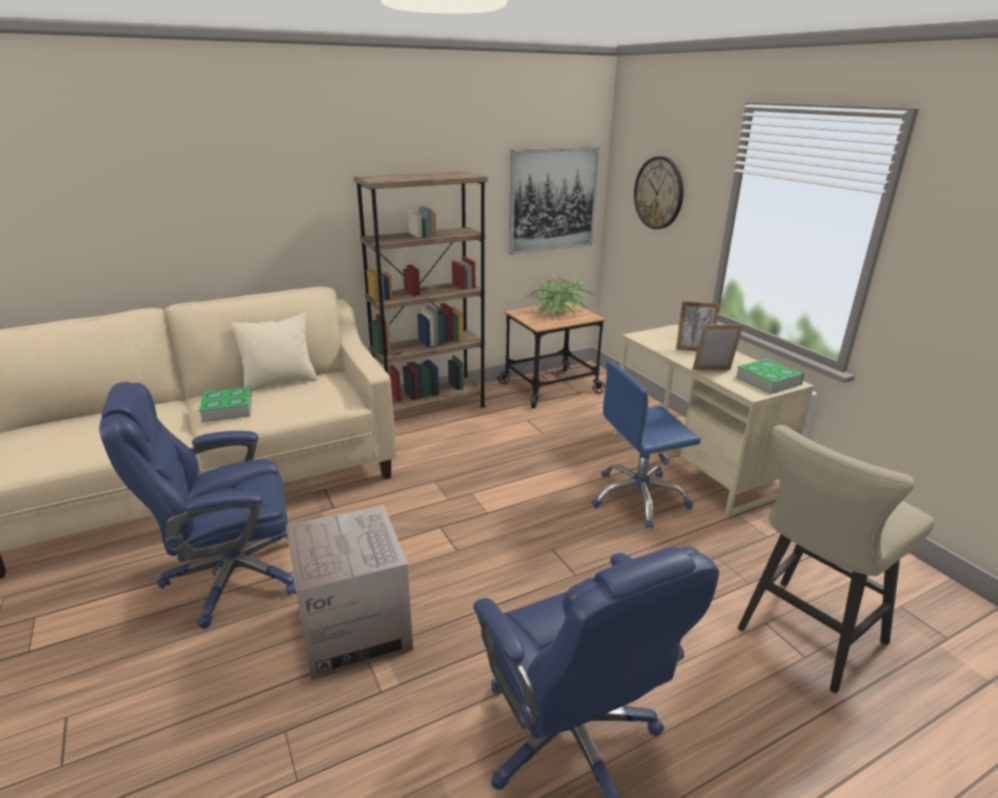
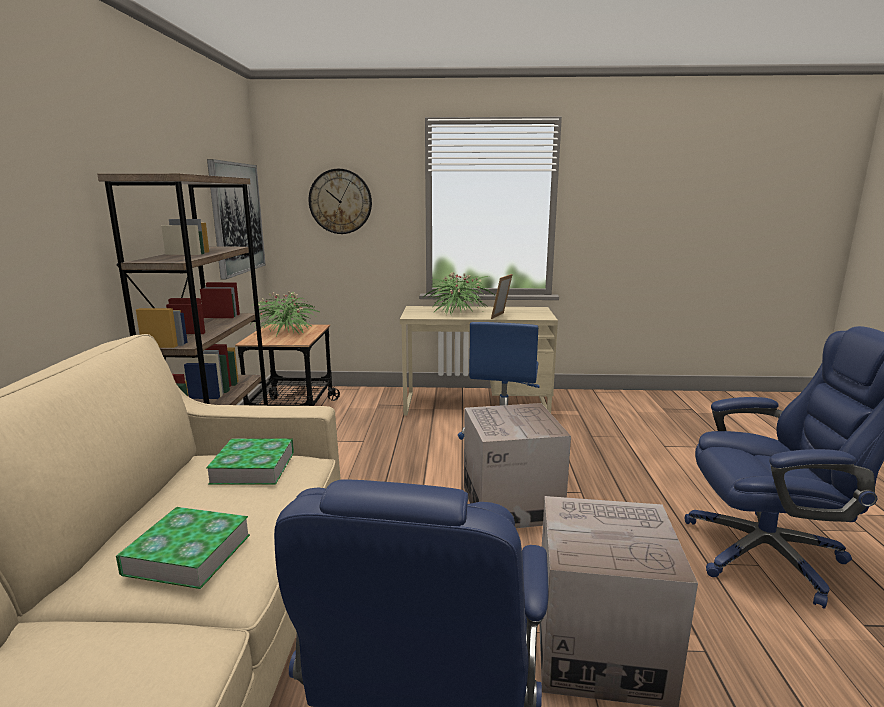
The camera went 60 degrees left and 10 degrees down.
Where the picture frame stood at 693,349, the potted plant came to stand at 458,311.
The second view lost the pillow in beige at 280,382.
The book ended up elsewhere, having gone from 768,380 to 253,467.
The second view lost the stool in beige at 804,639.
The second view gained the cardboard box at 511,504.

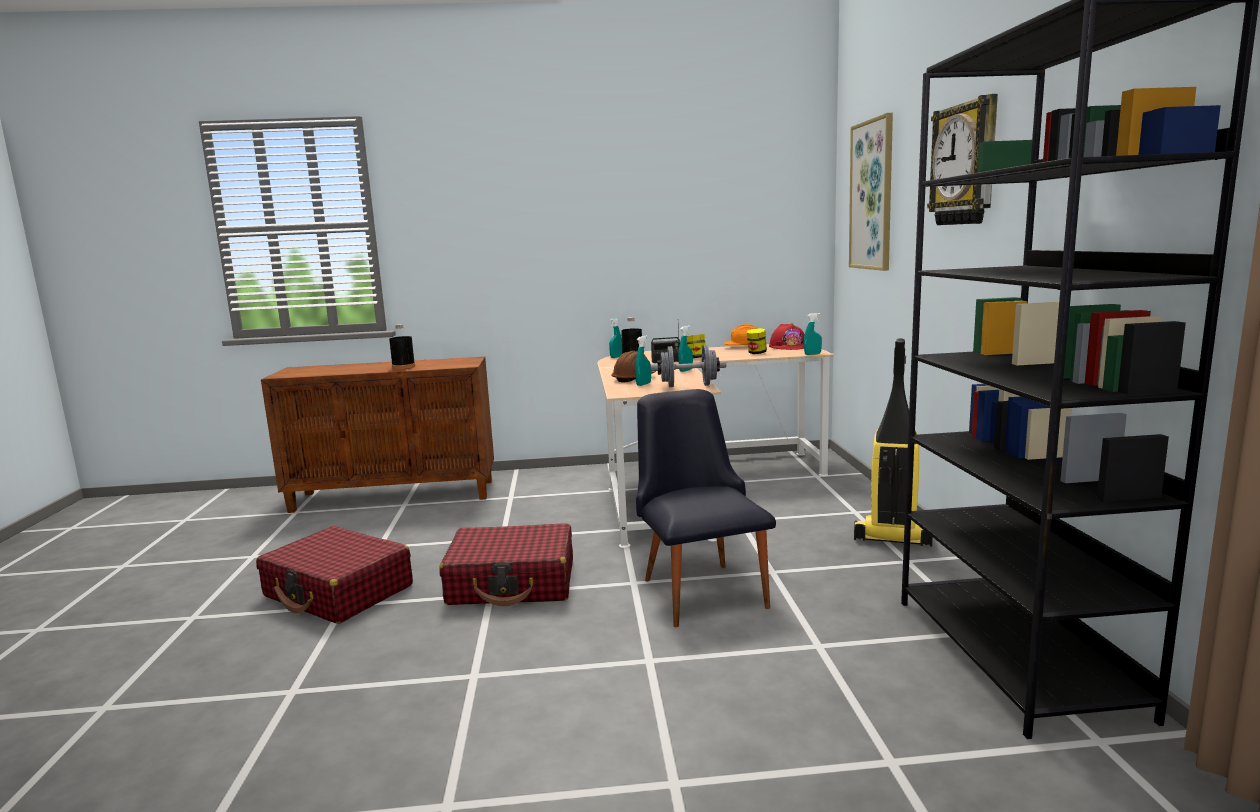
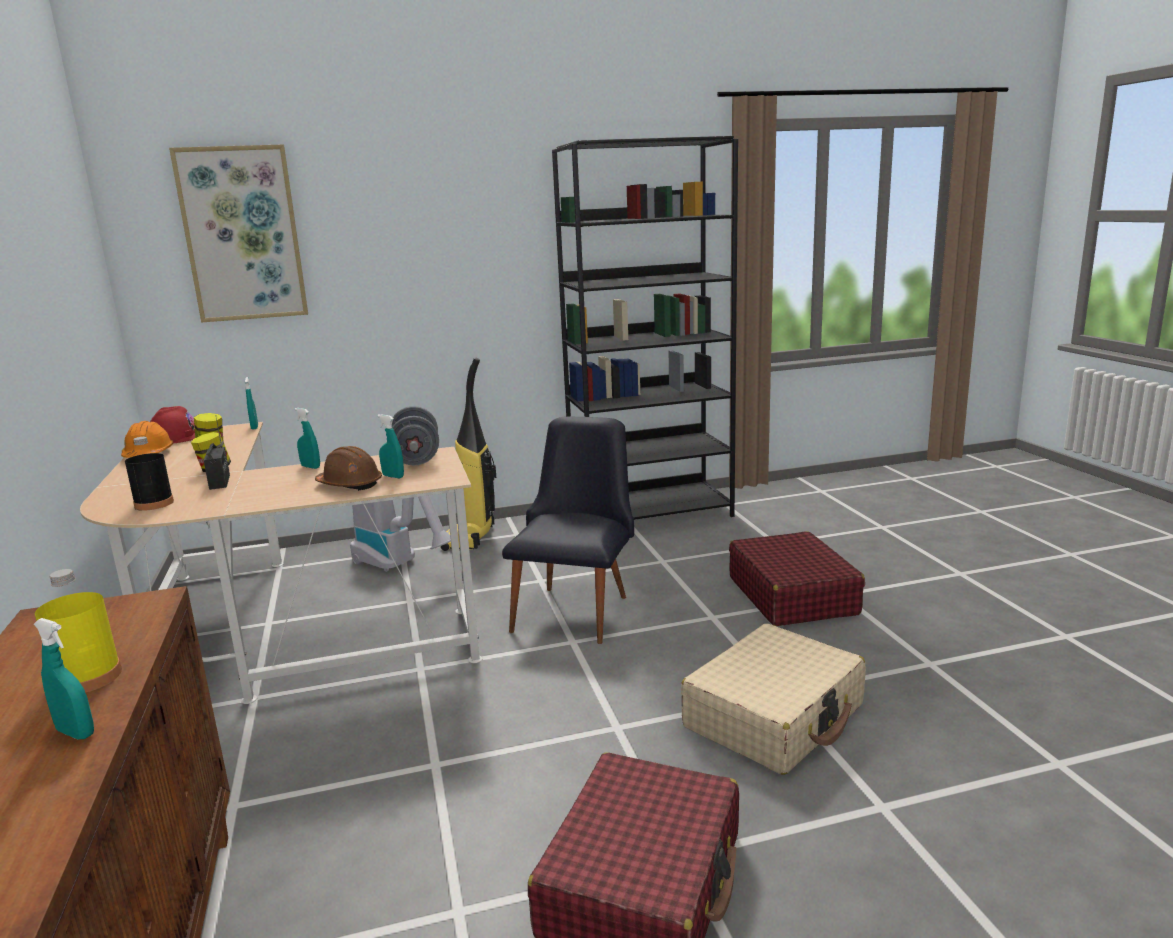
The camera went 100 degrees left and 5 degrees up.
The second view lost the wall clock at 966,164.
The spray bottle in turquoise ended up elsewhere, having gone from 616,357 to 76,733.
What was the bottle in black at 403,367 turned into the bottle in yellow at 88,677.
The chair in black at 700,587 ended up facing another way, 135 degrees clockwise from before.
The suitcase in red ended up elsewhere, having gone from 512,583 to 792,595.
The second view gained the vacuum cleaner at 400,566.
The second view gained the suitcase in beige at 774,716.

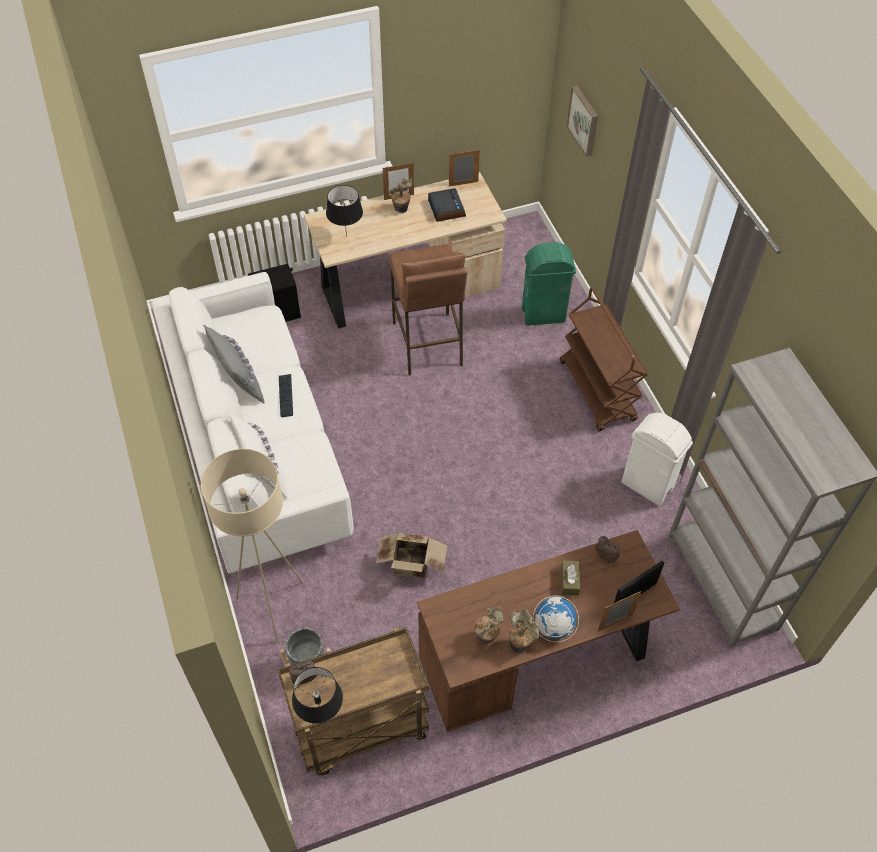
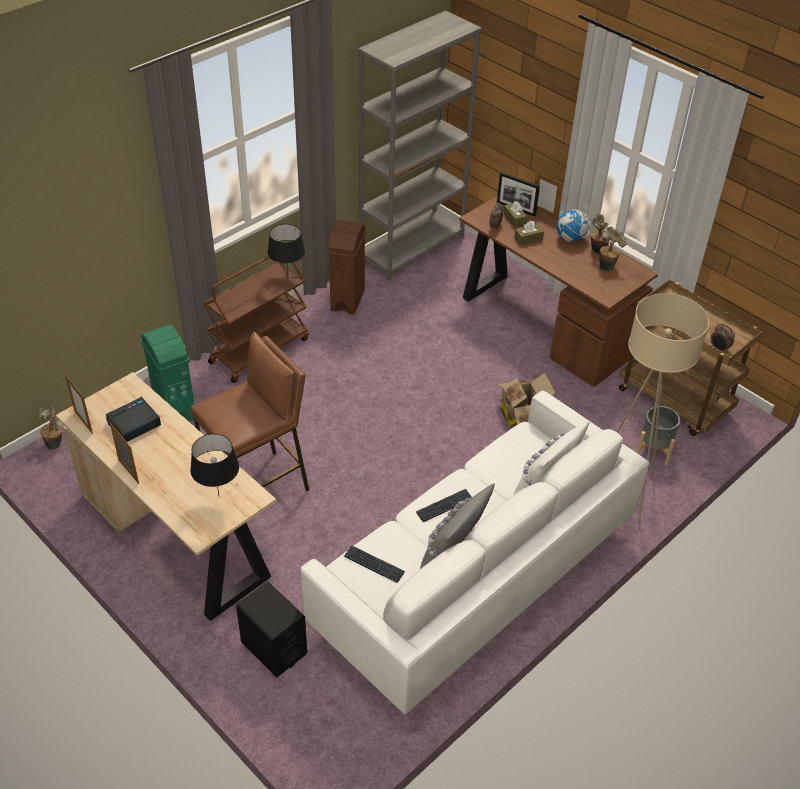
The camera went 115 degrees left and 10 degrees down.
The second view lost the picture at 584,120.
The potted plant ended up elsewhere, having gone from 401,210 to 55,443.
What was the trash can in white at 647,486 turned into the trash can in brown at 348,300.
The table lamp in black ended up elsewhere, having gone from 321,714 to 287,278.
The second view gained the tissue box in brown at 514,219.
The second view gained the keyboard at 373,565.

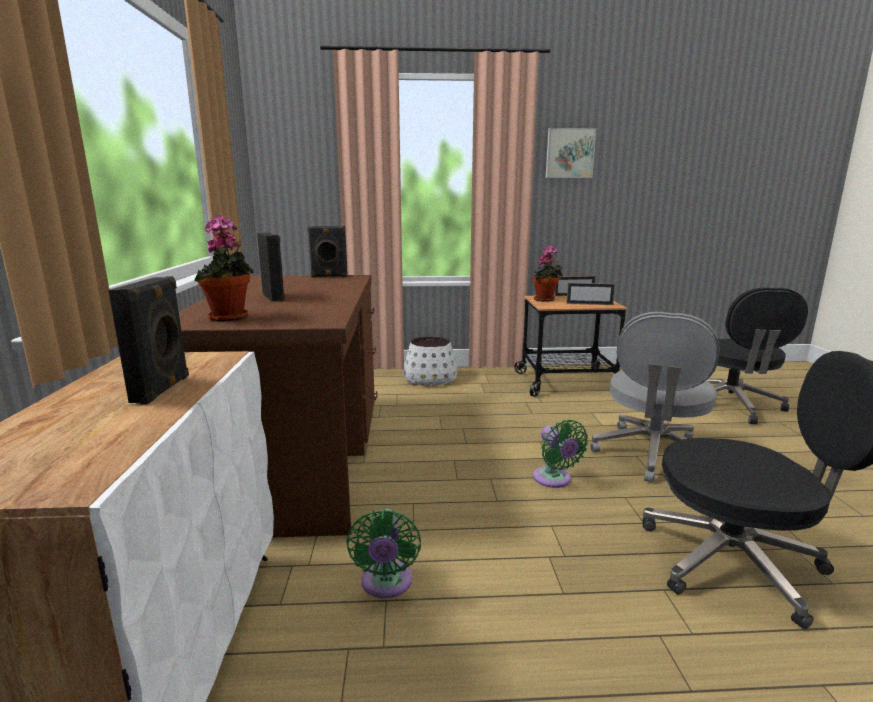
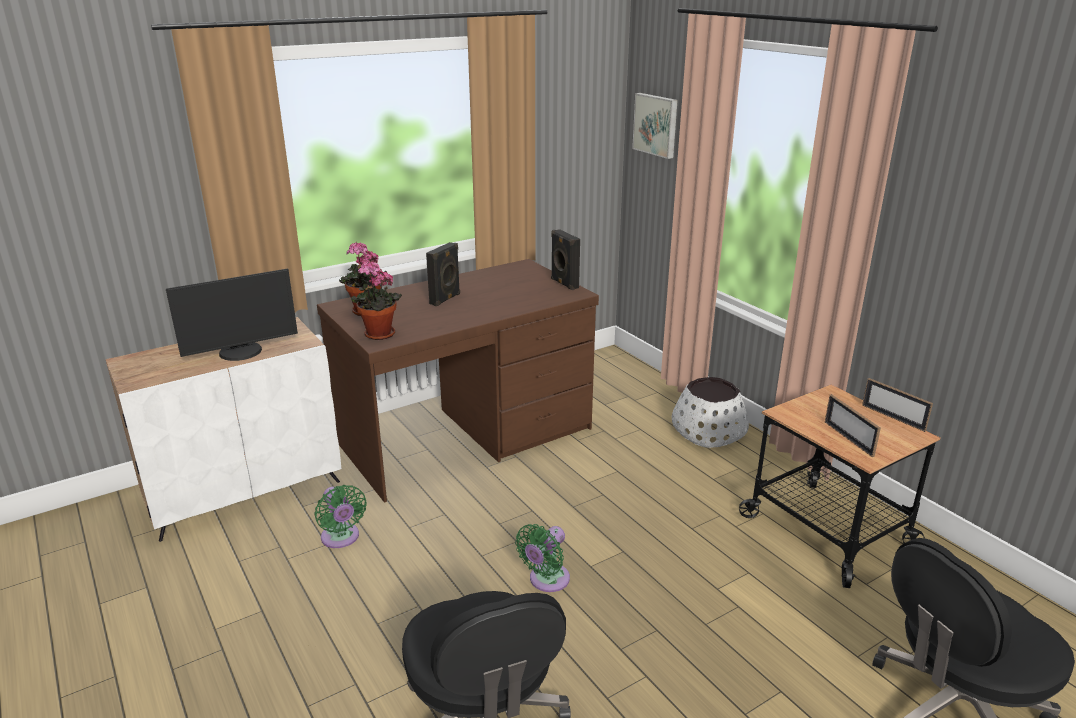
The camera went 60 degrees right and 10 degrees up.
The picture ended up elsewhere, having gone from 569,153 to 656,125.
The potted plant ended up elsewhere, having gone from 545,300 to 378,335.
Where the speaker in black stood at 163,389, the monitor came to stand at 241,352.
The second view lost the office chair in grey at 652,454.
The fan in green at 386,584 ended up facing another way, 90 degrees counterclockwise from before.

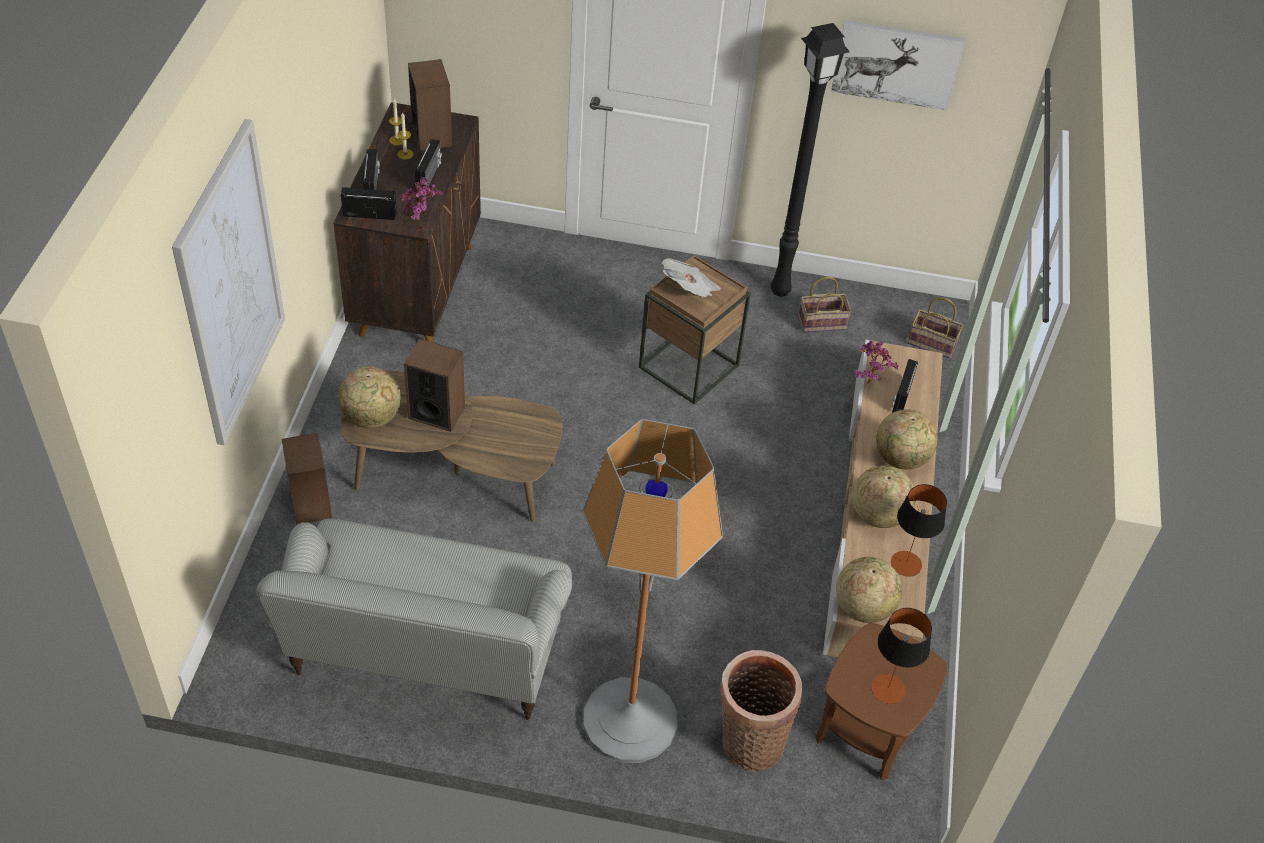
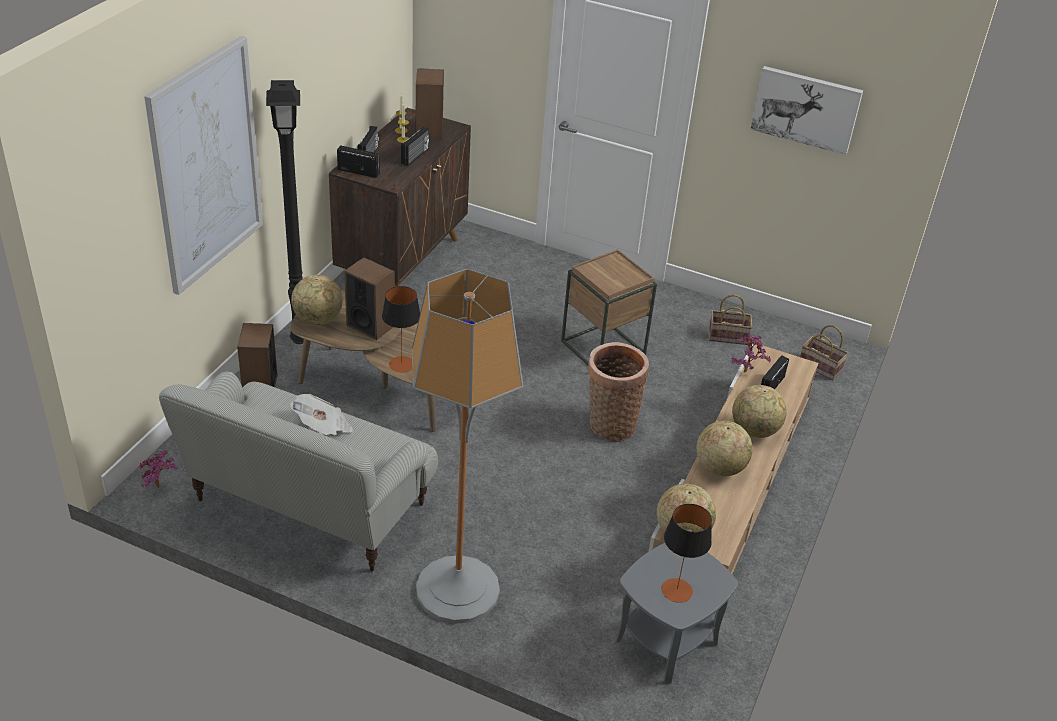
The camera went 15 degrees right and 10 degrees down.
The floor lamp in black ended up elsewhere, having gone from 778,290 to 298,338.
The potted plant ended up elsewhere, having gone from 421,220 to 160,488.
The newspaper ended up elsewhere, having gone from 690,290 to 323,427.
The table lamp ended up elsewhere, having gone from 906,564 to 401,364.
What was the side table in brown at 868,730 turned into the side table in grey at 666,641.
The basket ended up elsewhere, having gone from 748,742 to 609,424.

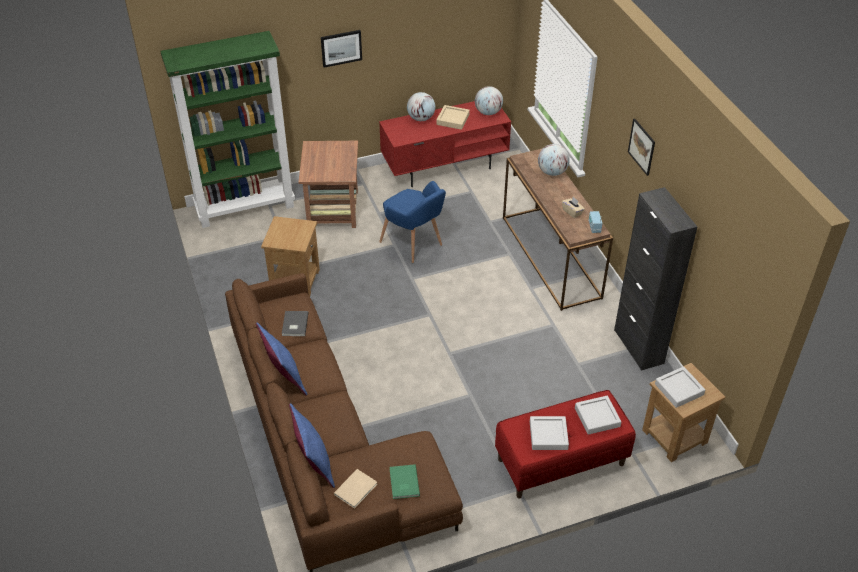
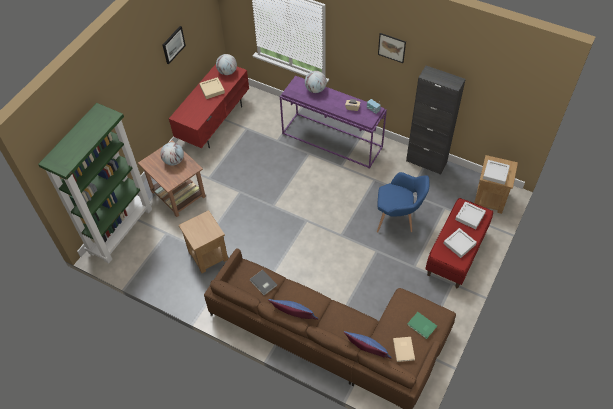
The camera went 40 degrees left and 10 degrees up.
The picture ended up elsewhere, having gone from 341,48 to 173,44.
The globe ended up elsewhere, having gone from 421,118 to 174,161.
What was the console table in brown at 552,257 turned into the console table in purple at 333,140.
The armchair in blue ended up elsewhere, having gone from 414,245 to 398,219.

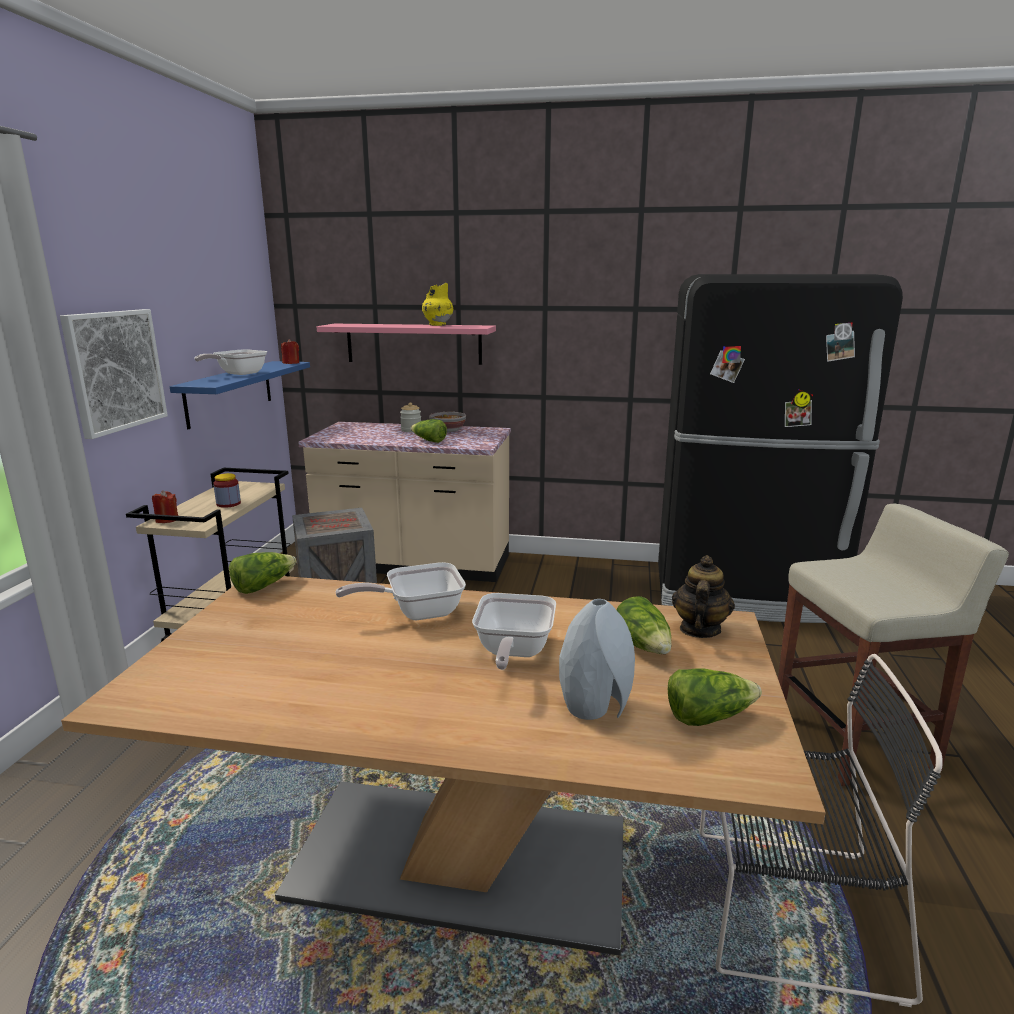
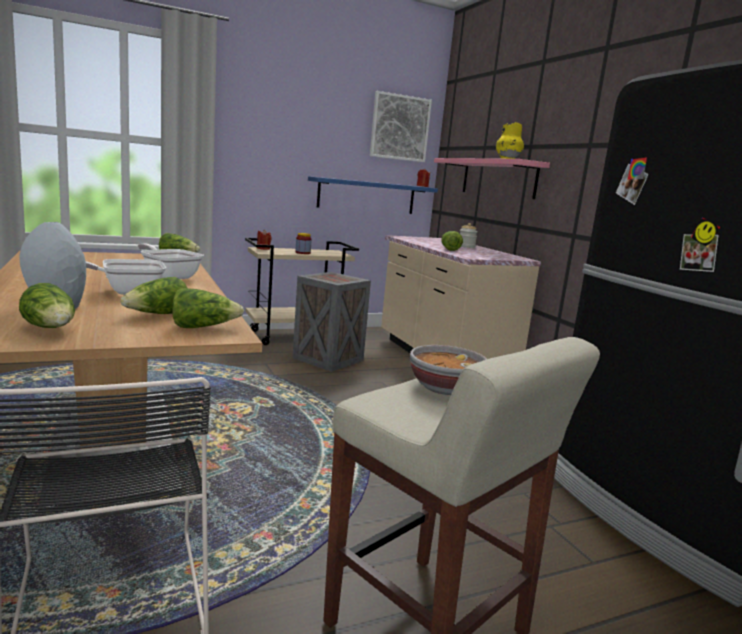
The camera went 55 degrees right and 5 degrees down.
The picture ended up elsewhere, having gone from 115,370 to 399,127.
The second view lost the frying pan at 237,374.
The bowl ended up elsewhere, having gone from 447,430 to 444,388.
Where the teapot stood at 699,629, the lettuce came to stand at 203,327.

